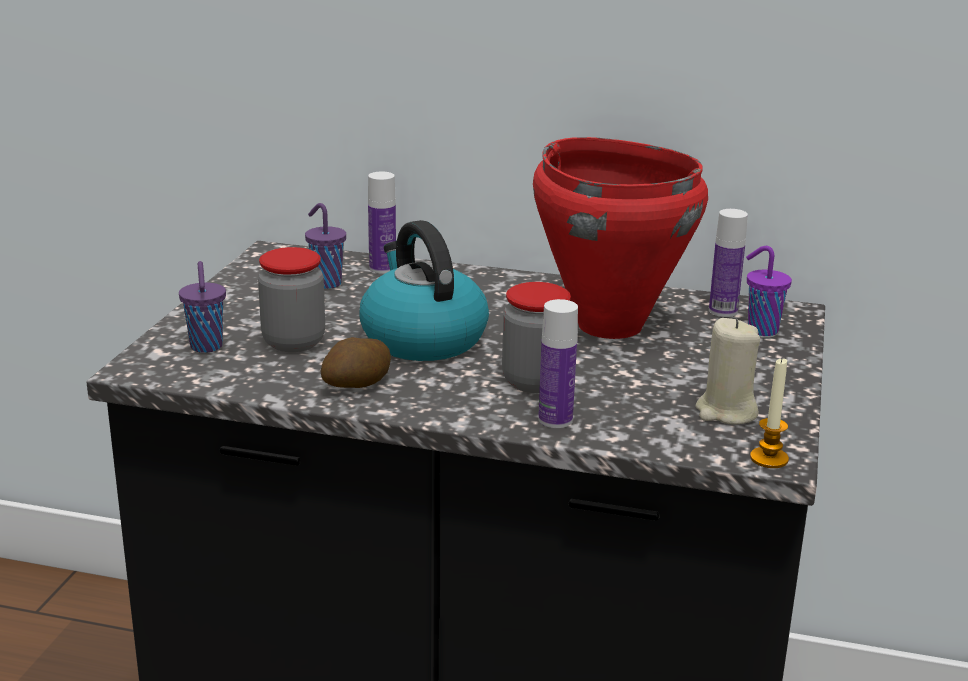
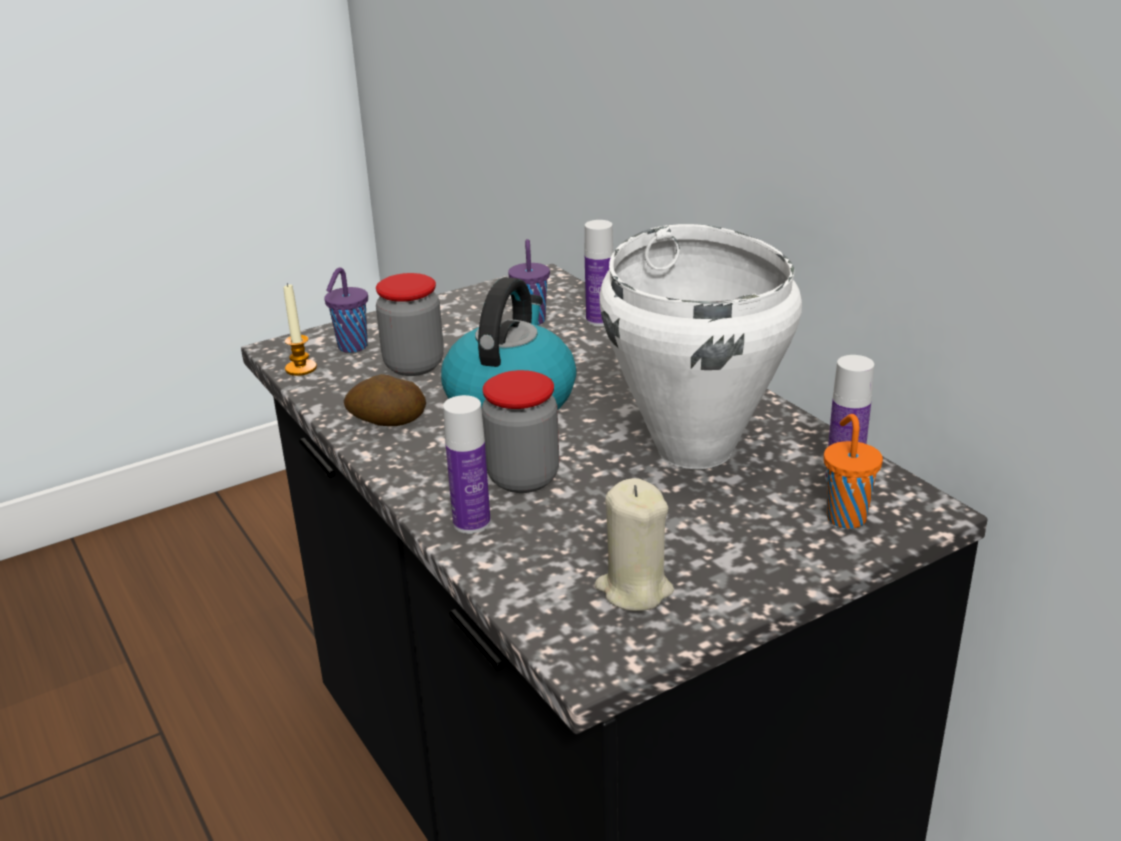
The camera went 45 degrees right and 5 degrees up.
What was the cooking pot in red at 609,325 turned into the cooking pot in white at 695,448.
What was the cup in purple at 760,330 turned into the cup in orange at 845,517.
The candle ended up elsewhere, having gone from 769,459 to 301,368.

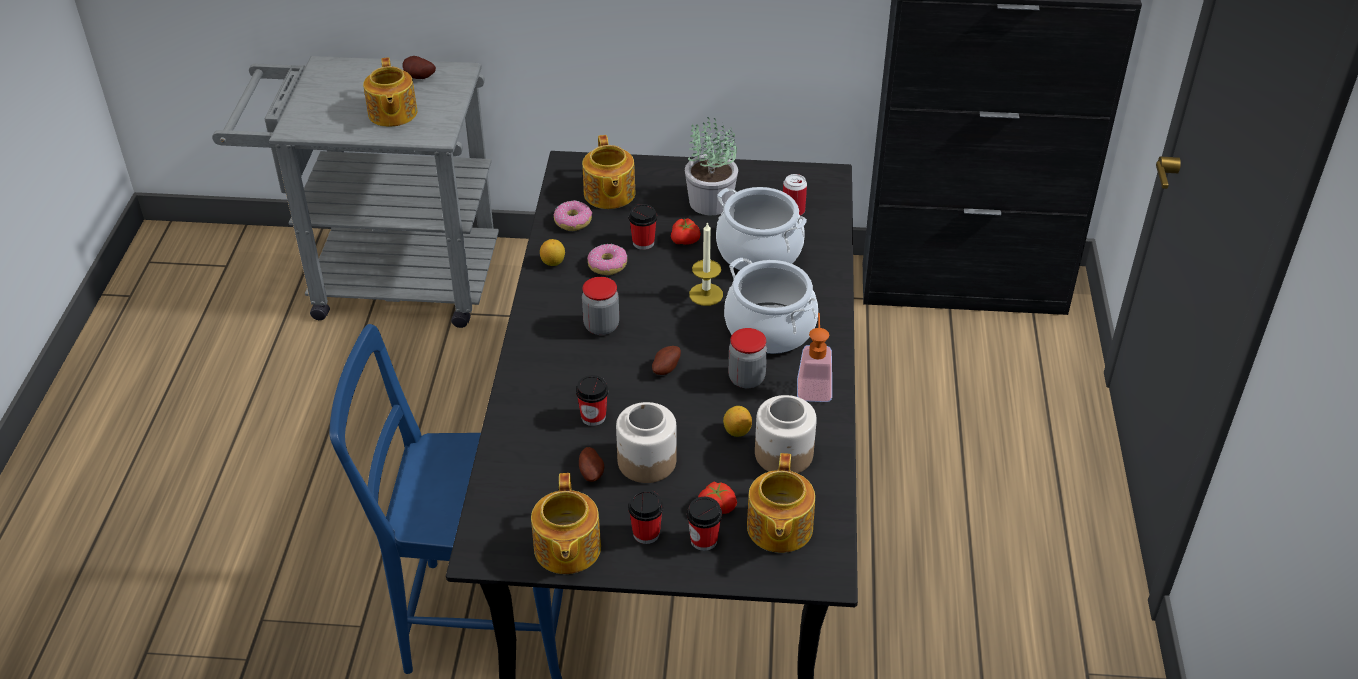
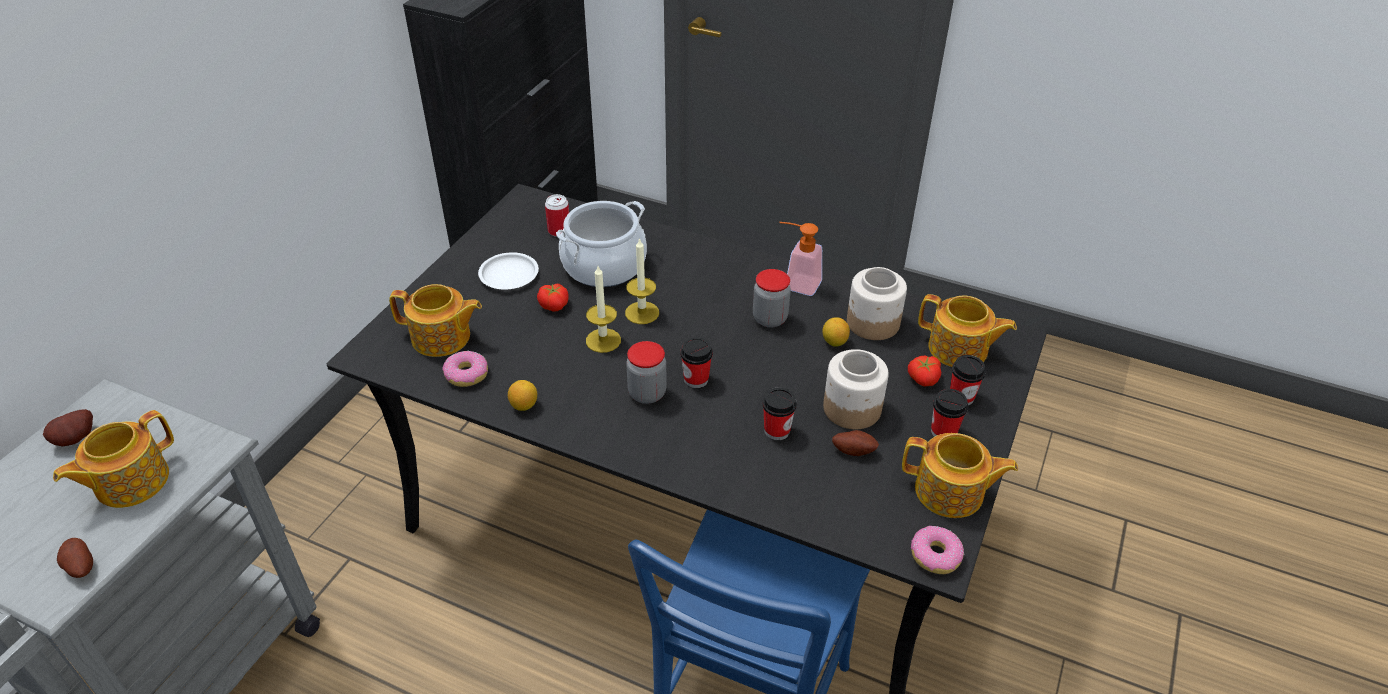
The camera went 70 degrees left and 0 degrees up.
The teapot at 392,114 ended up facing another way, 120 degrees clockwise from before.
Where the potted plant stood at 710,202, the plate in white came to stand at 509,275.
The cup ended up elsewhere, having gone from 643,243 to 696,379.
The donut ended up elsewhere, having gone from 607,265 to 935,555.
The second view lost the cooking pot at 770,328.
The potato ended up elsewhere, having gone from 665,368 to 80,567.
The second view gained the candle at 603,340.

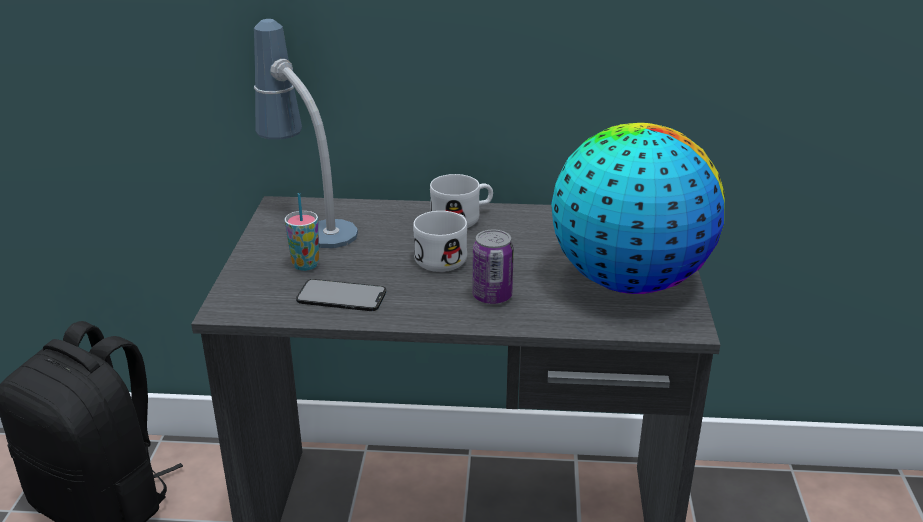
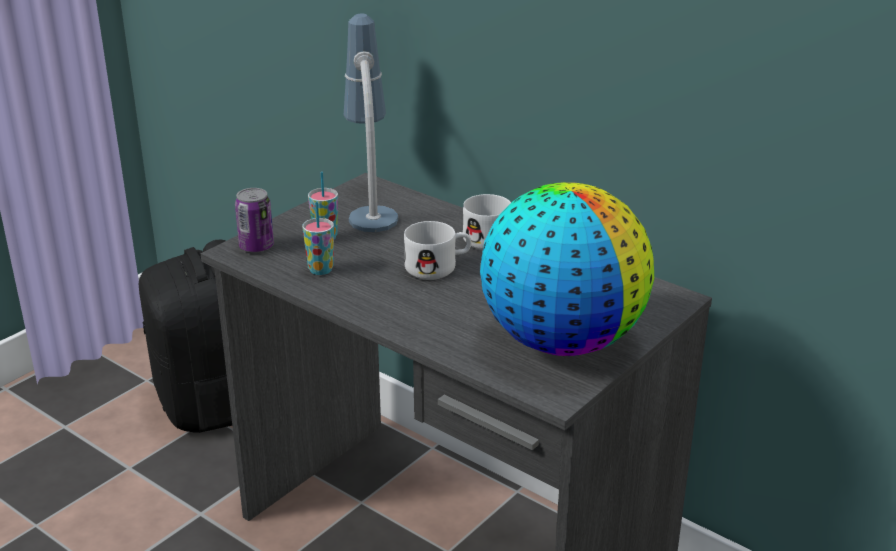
The camera went 35 degrees right and 0 degrees up.
The can ended up elsewhere, having gone from 492,296 to 256,246.
Where the phone stood at 341,296, the cup came to stand at 320,270.

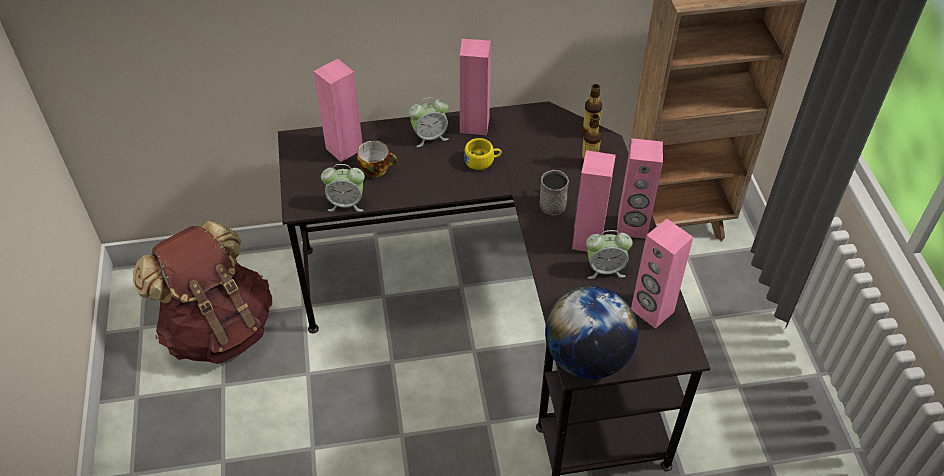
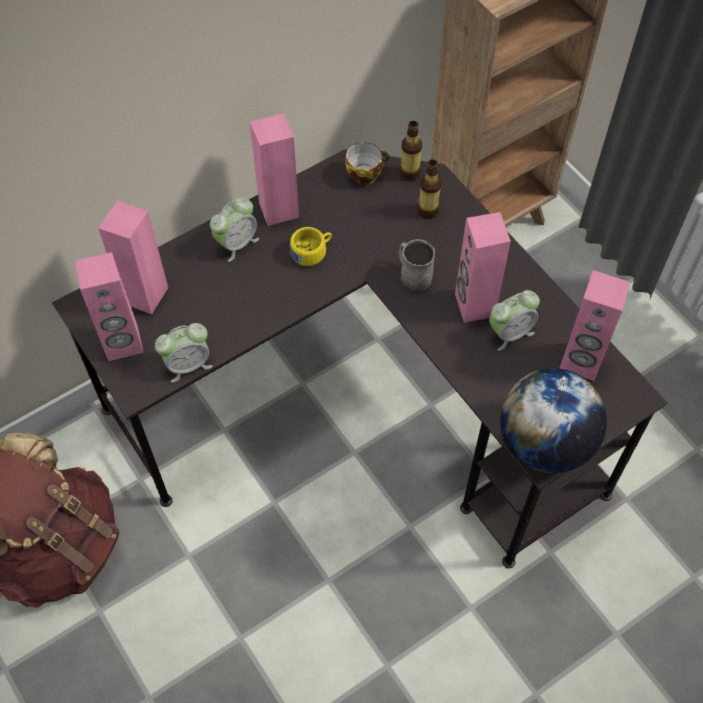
The camera went 25 degrees left and 10 degrees up.
The speaker in pink ended up elsewhere, having gone from 632,227 to 123,344.
The cup ended up elsewhere, having gone from 377,169 to 365,173.

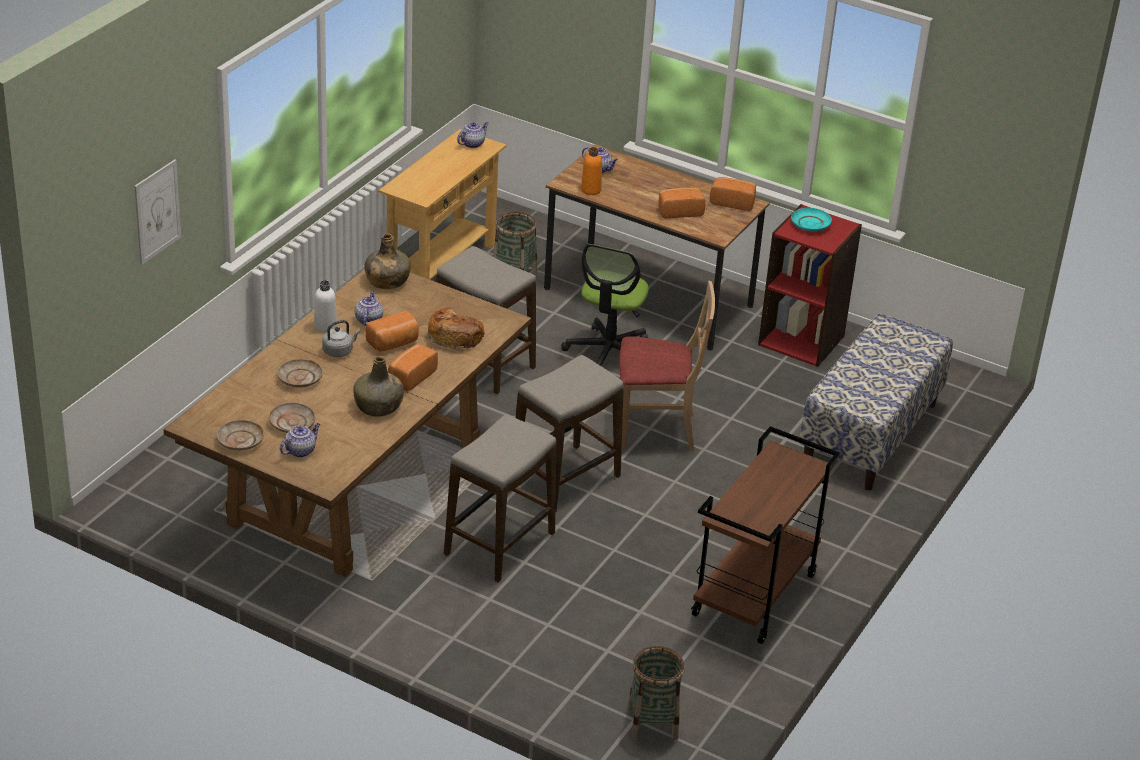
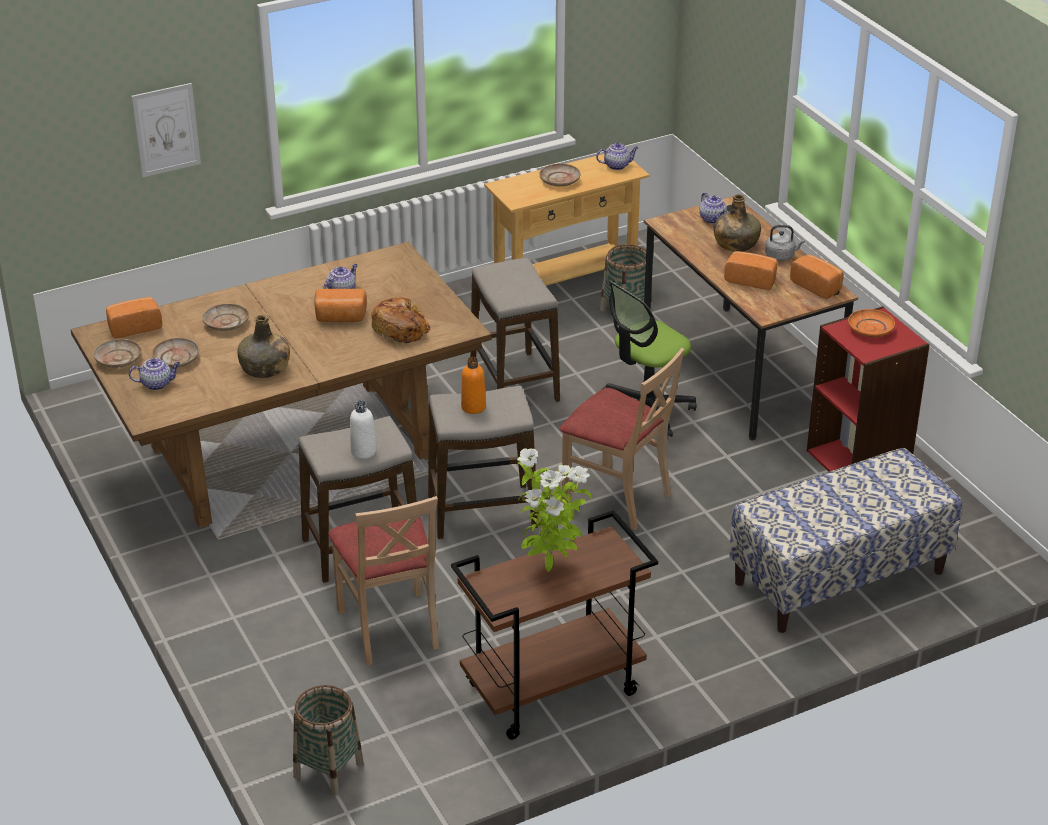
The camera went 35 degrees right and 0 degrees up.
The bottle in orange ended up elsewhere, having gone from 591,190 to 473,407.
What was the plate in turquoise at 810,225 turned into the plate in orange at 870,329.
The bottle in green ended up elsewhere, having gone from 387,281 to 735,244.
The bottle in white ended up elsewhere, having gone from 325,326 to 363,451.
The kettle in grey ended up elsewhere, having gone from 339,351 to 781,256.
The bread ended up elsewhere, having gone from 410,377 to 134,327.
The second view gained the plate in beige at 560,180.
The second view gained the potted plant at 550,565.
The second view gained the chair in beige at 390,627.

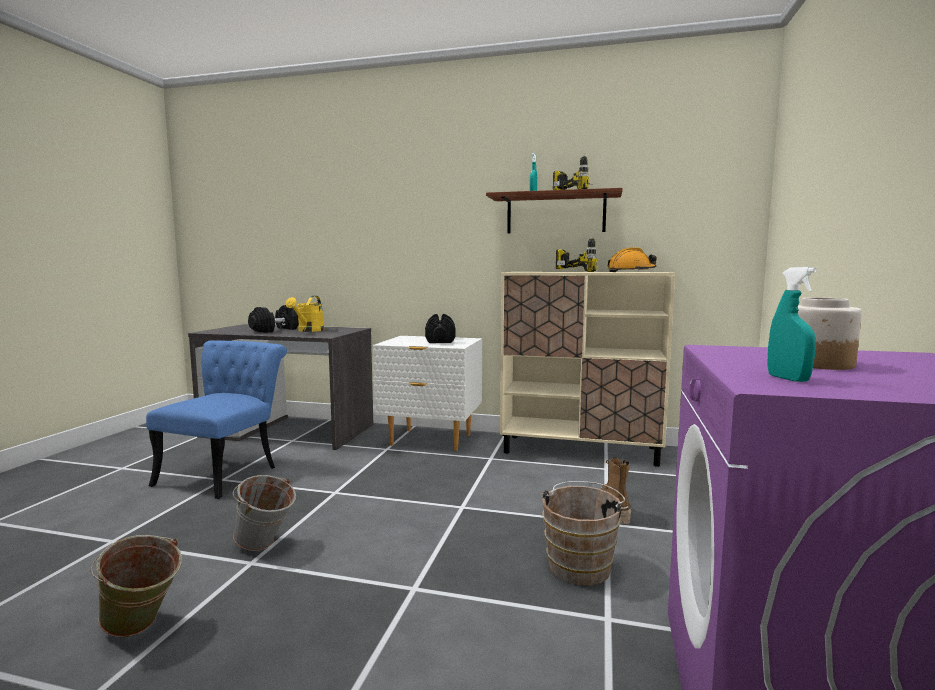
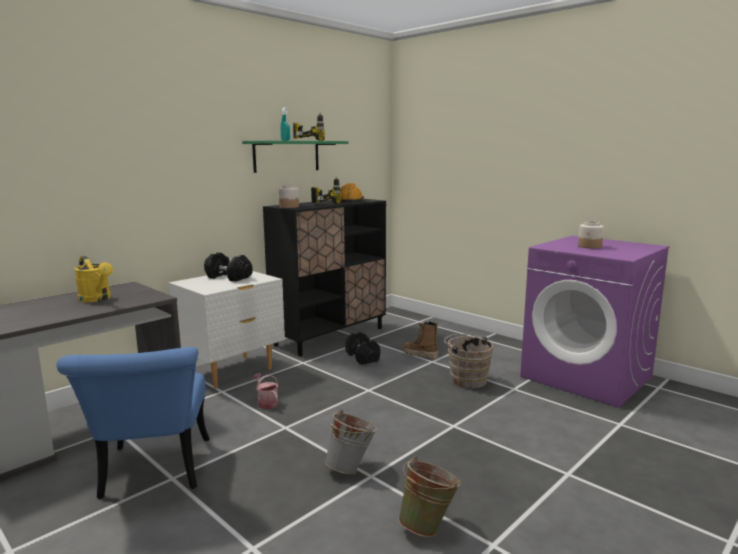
The camera went 60 degrees left and 5 degrees up.
What was the shelf in brown at 555,214 turned into the shelf in green at 286,156.
The second view lost the spray bottle in turquoise at 788,379.
What was the cabinet in beige at 581,450 turned into the cabinet in black at 330,336.
The dumbbell in black ended up elsewhere, having gone from 275,330 to 363,357.
The chair in blue at 226,472 ended up facing another way, 150 degrees counterclockwise from before.
The second view gained the jar at 289,207.
The second view gained the watering can at 266,402.

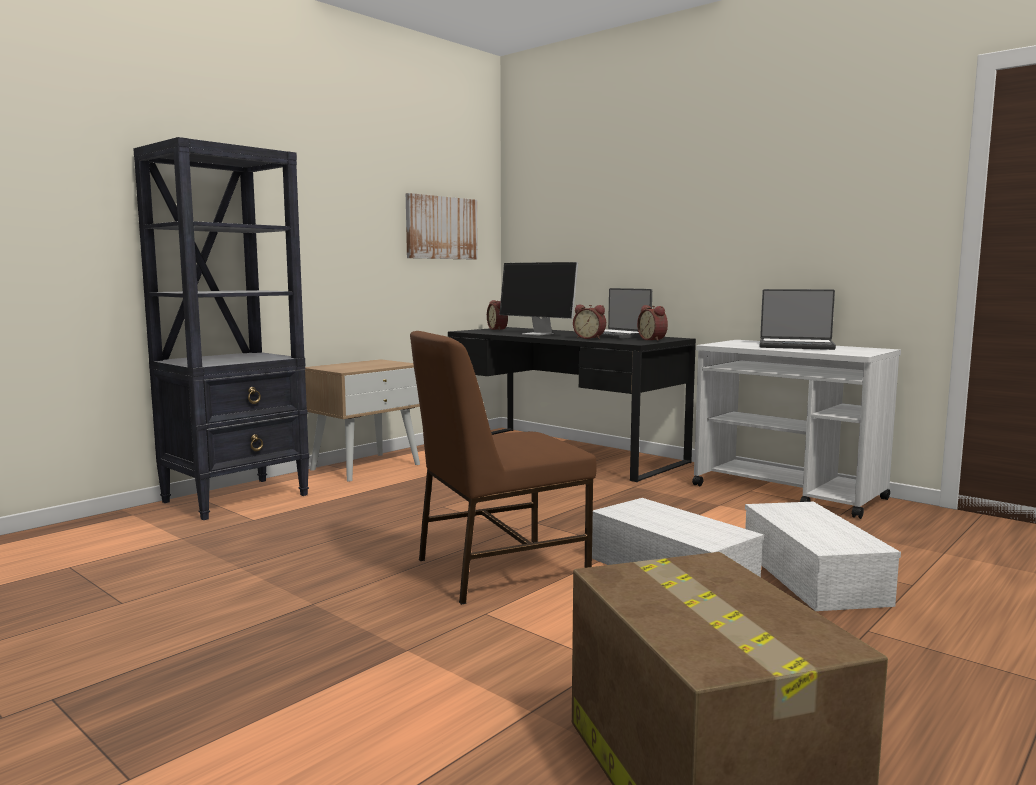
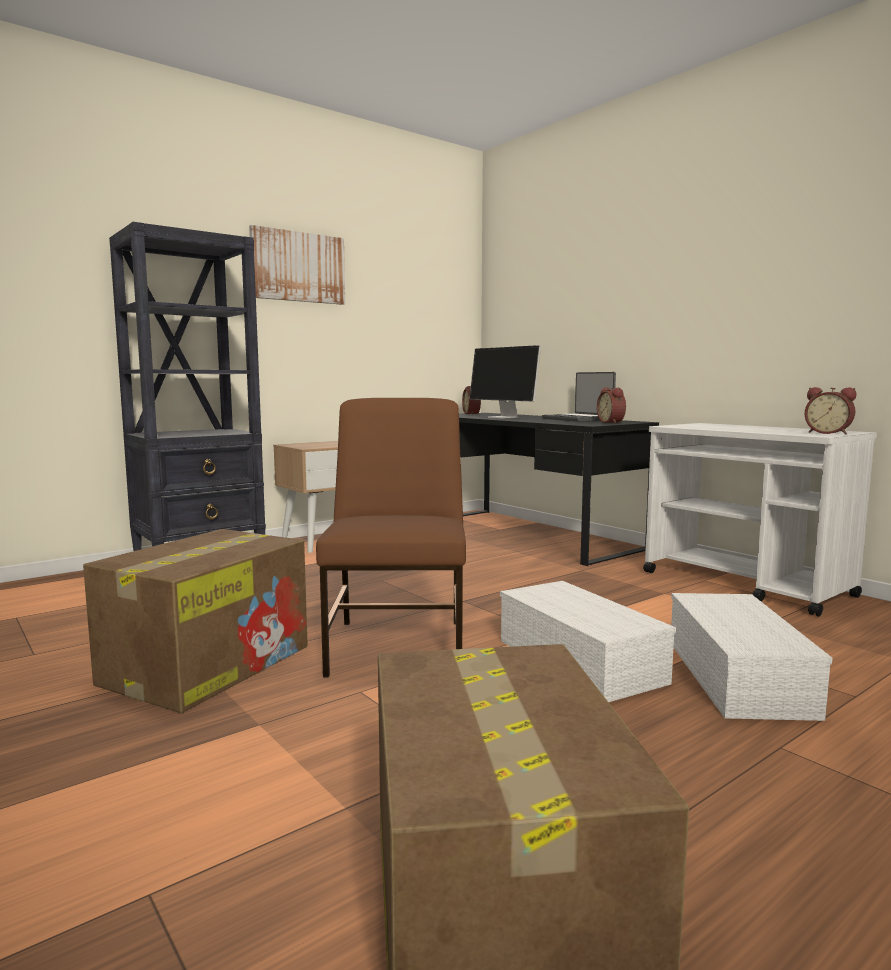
The camera went 10 degrees right and 0 degrees up.
The picture ended up elsewhere, having gone from 441,228 to 298,267.
The second view lost the laptop at 796,346.
The alarm clock ended up elsewhere, having gone from 590,338 to 828,433.
The chair in brown at 498,569 ended up facing another way, 105 degrees clockwise from before.
The second view gained the cardboard box at 209,664.

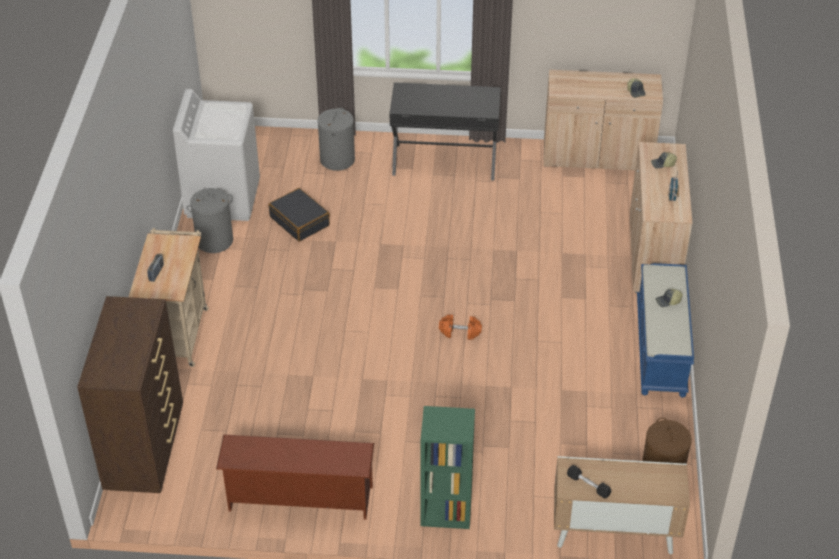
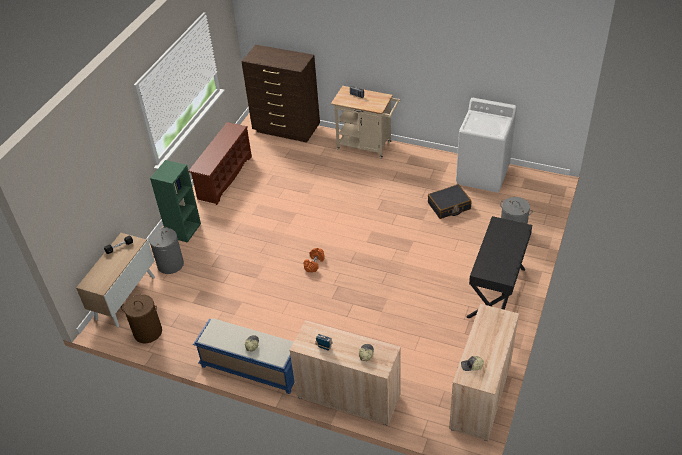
The camera went 110 degrees right and 0 degrees up.
The laundry basket in grey ended up elsewhere, having gone from 215,241 to 170,264.

